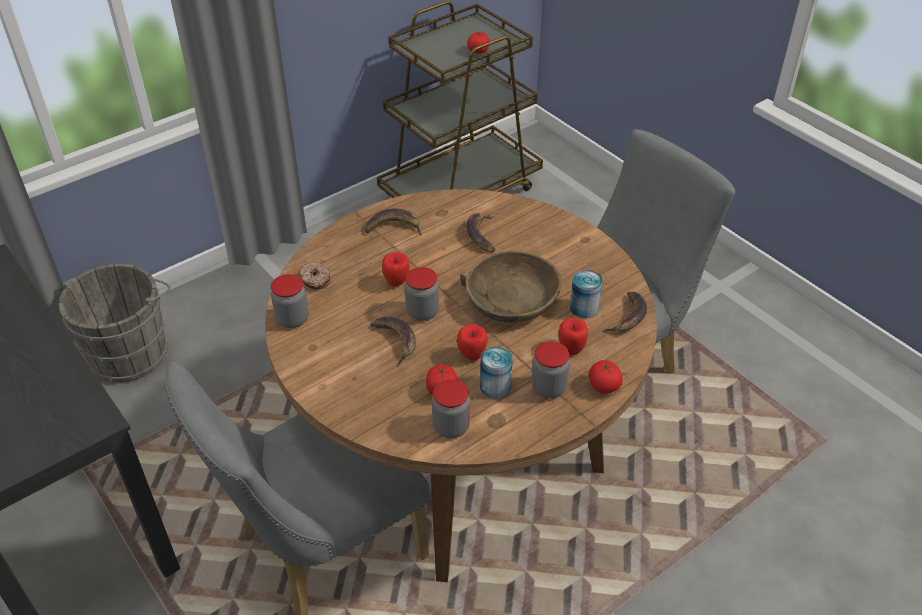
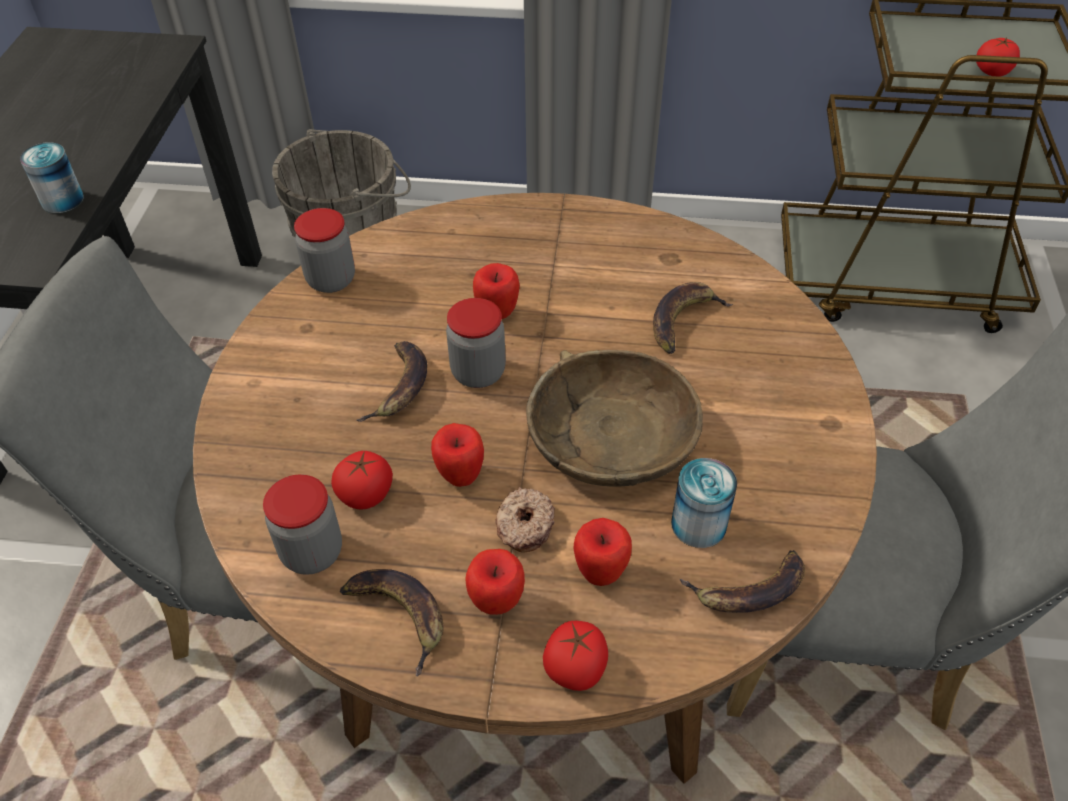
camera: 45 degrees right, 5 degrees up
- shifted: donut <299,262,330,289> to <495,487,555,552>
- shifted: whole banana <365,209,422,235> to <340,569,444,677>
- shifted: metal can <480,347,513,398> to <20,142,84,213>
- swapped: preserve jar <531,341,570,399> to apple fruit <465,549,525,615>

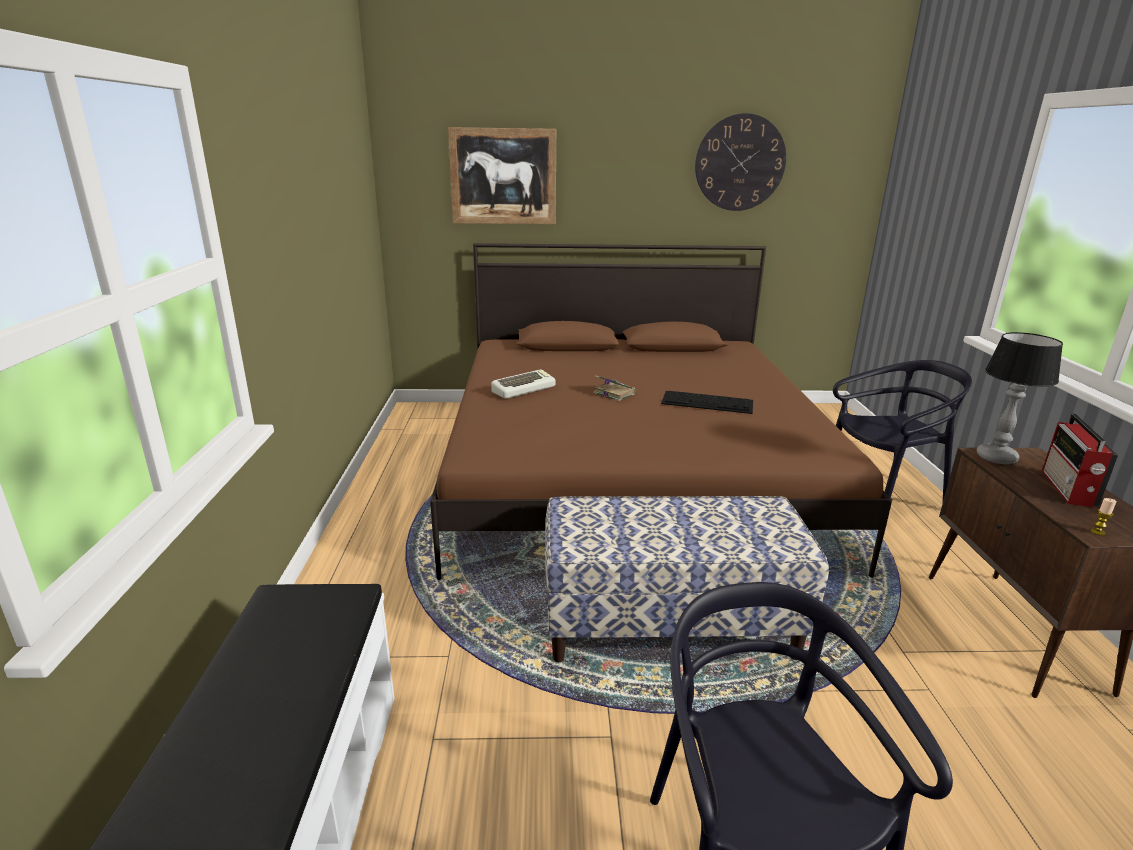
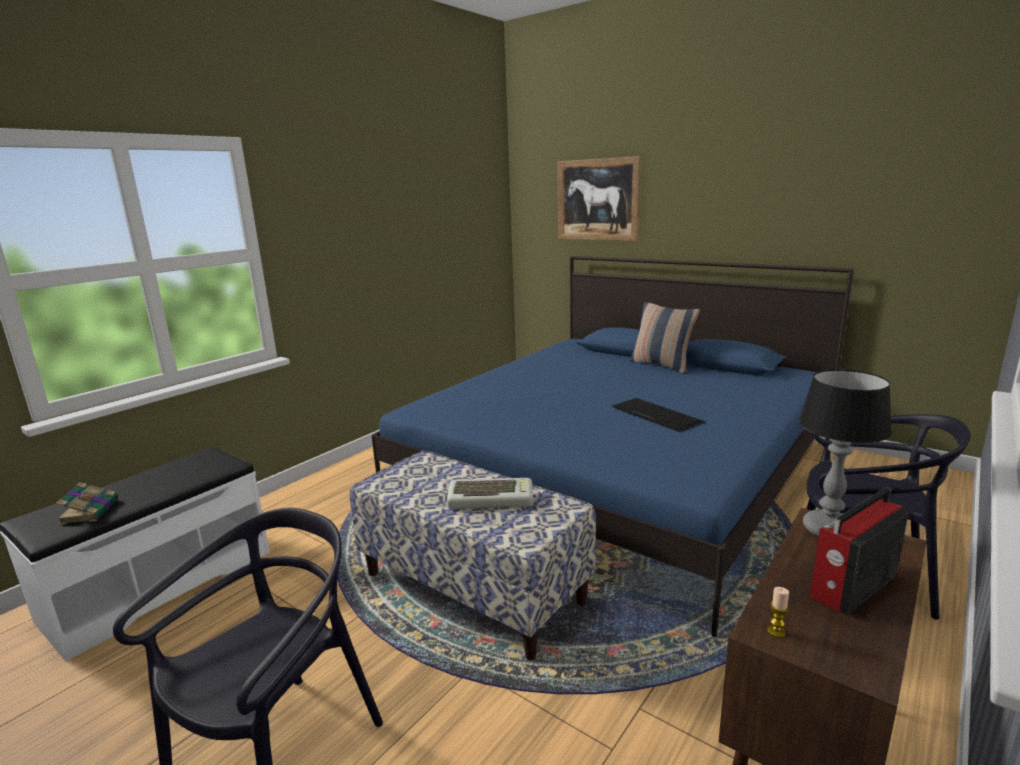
camera: 40 degrees right, 5 degrees down
- gone: hanging clock <695,113,786,211>
- new: throw pillow <630,302,700,373>
- shifted: PC keyboard <491,369,555,399> to <447,478,533,509>
- shifted: book <593,375,635,401> to <56,482,118,525>
- repainted: brown-coloured bedroom bed <430,243,892,580> to bluish bedroom bed <371,256,854,637>

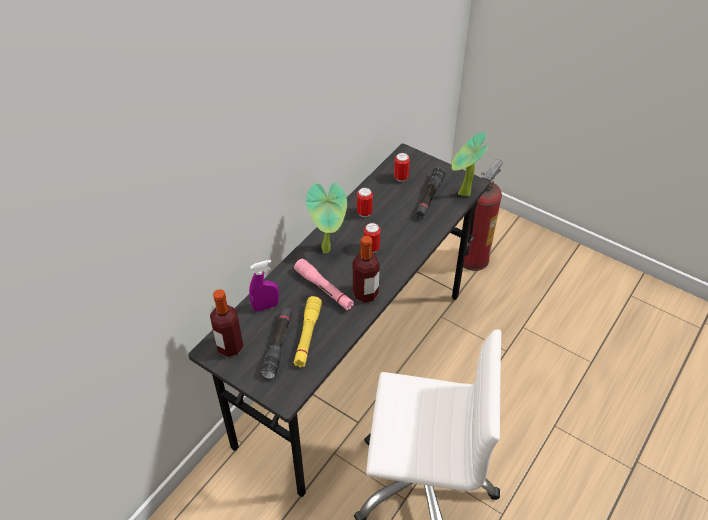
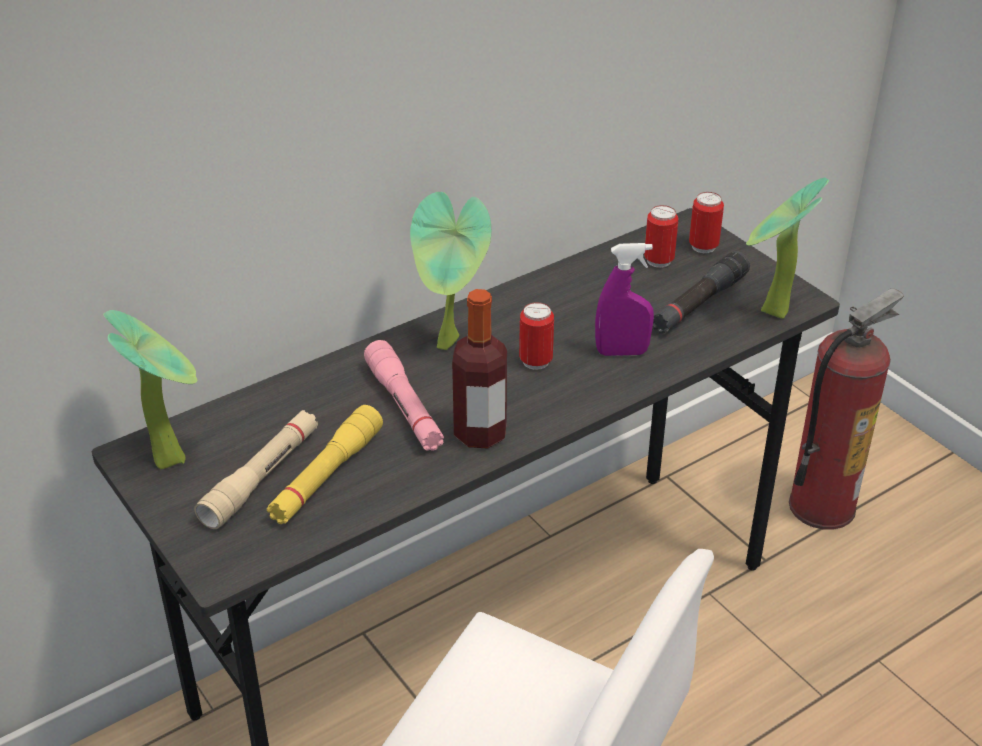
camera: 20 degrees right, 10 degrees down
- shifted: purple spray bottle <249,260,279,312> to <595,243,654,356>
- shifted: metal can <357,187,373,217> to <689,192,724,253>
- swapped: beverage bottle <210,289,244,357> to plant in a pot <103,310,197,469>
- repainted: black-coloured torch <260,307,292,379> to beige torch <194,410,318,529>

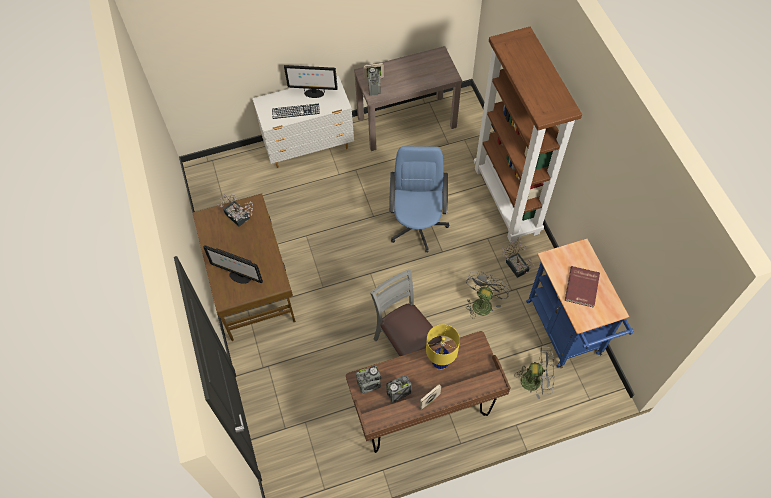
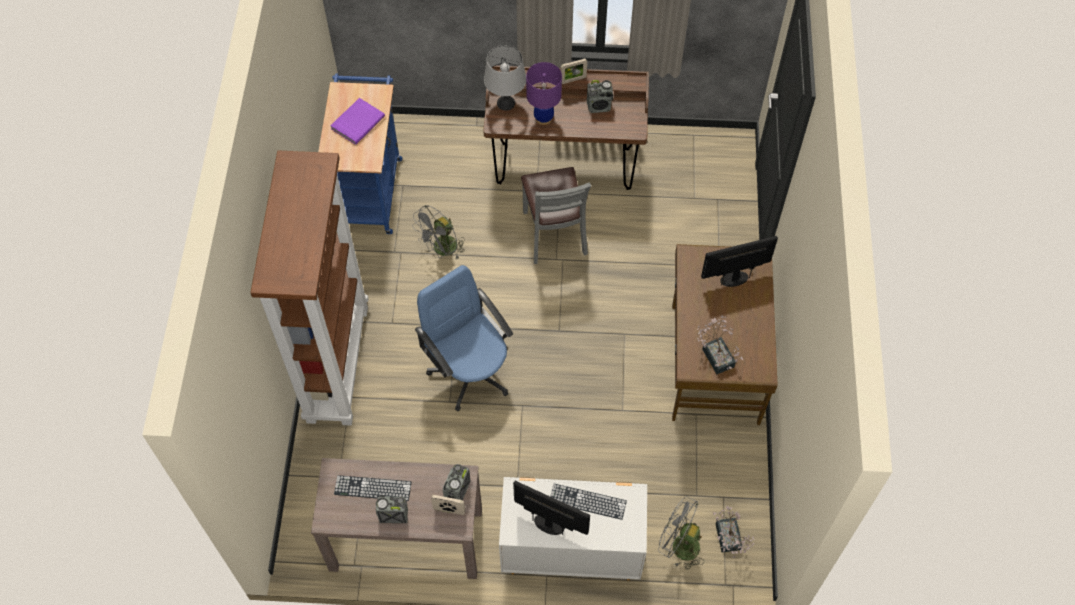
camera: 160 degrees left, 0 degrees up
- new: PC keyboard <334,475,411,501>
- new: greyish lamp for a table <484,45,526,111>
- shifted: radio <356,366,381,394> to <376,495,408,523>
- shifted: plant in a pot <502,238,535,278> to <713,506,755,558>
- shifted: greyish cooling fan <514,346,554,399> to <658,496,704,570>
- repainted: yellow lamp for a table <426,324,460,370> to purple lamp for a table <526,62,562,125>
- repainted: red book <565,266,600,308> to purple book <330,98,385,145>
- rotated: computer screen <203,245,263,284> = <701,236,778,287> 60 degrees counterclockwise
- rotated: bluish desk chair <389,146,449,252> = <415,265,513,411> 120 degrees clockwise

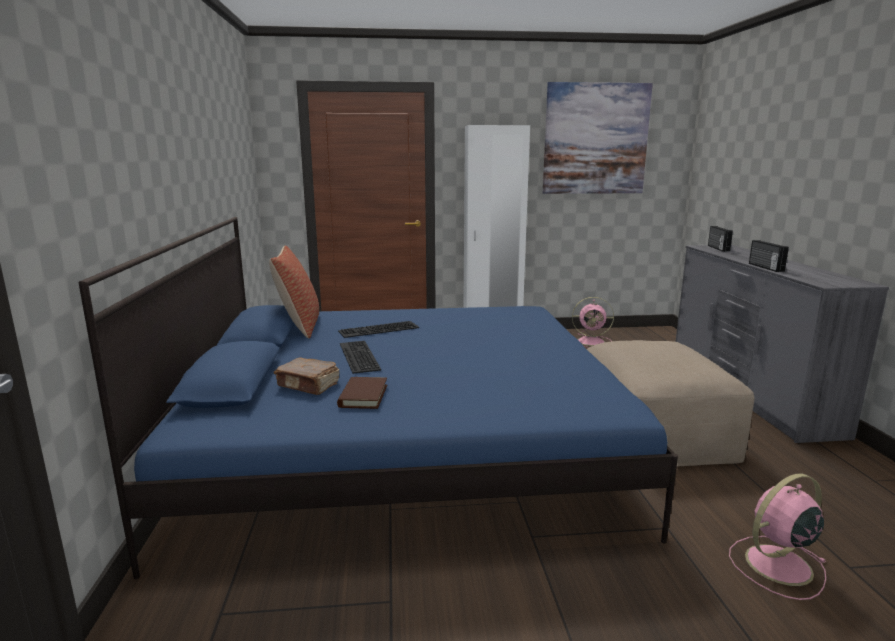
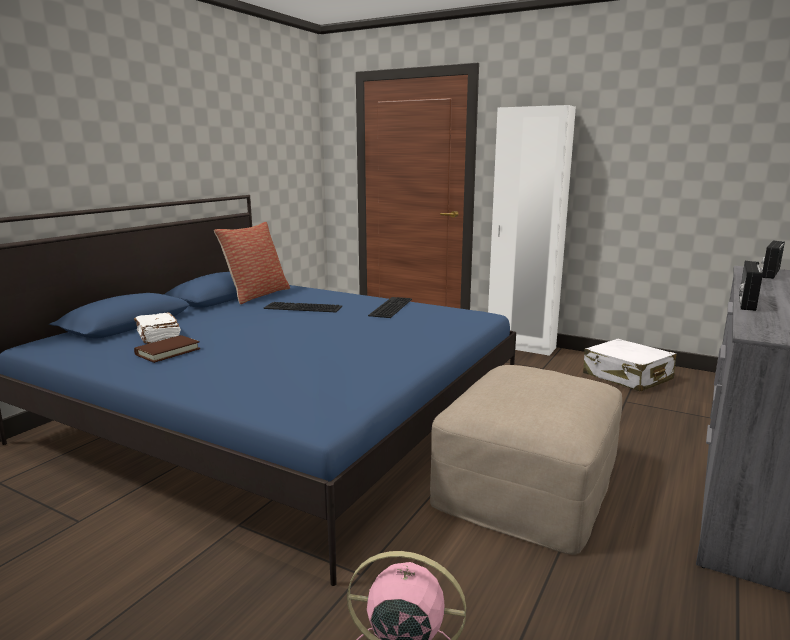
camera: 35 degrees right, 0 degrees up
- gone: wall art <543,82,653,194>
- shifted: PC keyboard <340,341,381,374> to <368,297,412,318>
- swapped: pink cooling fan <572,297,614,347> to white-coloured travel case <583,339,676,391>
- repainted: brown-coloured book <274,358,340,395> to white-coloured book <134,312,181,344>

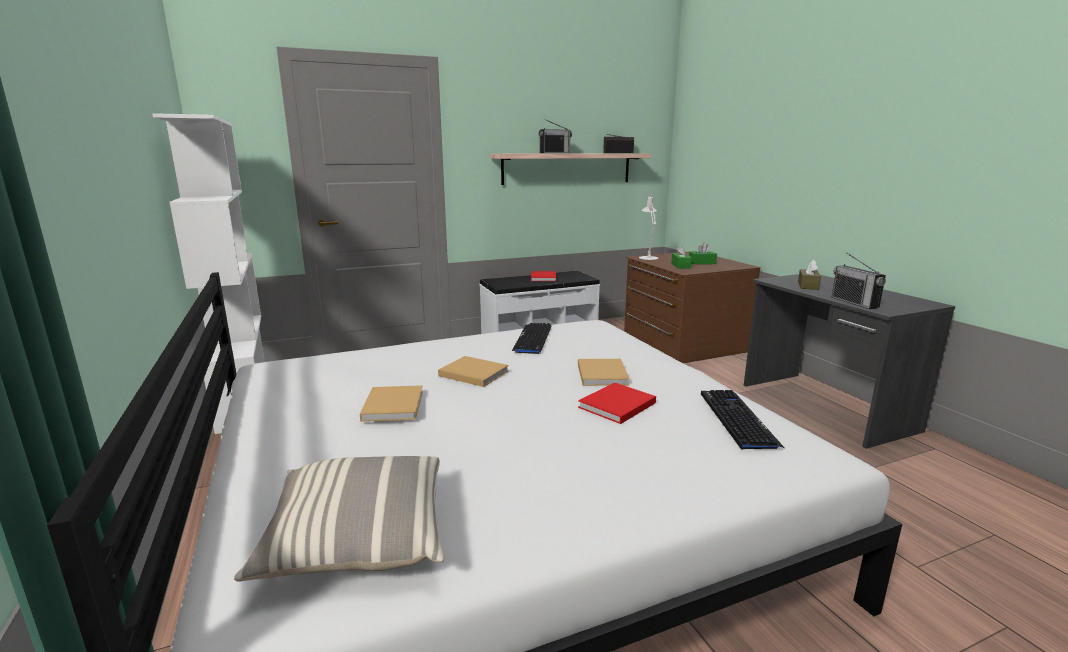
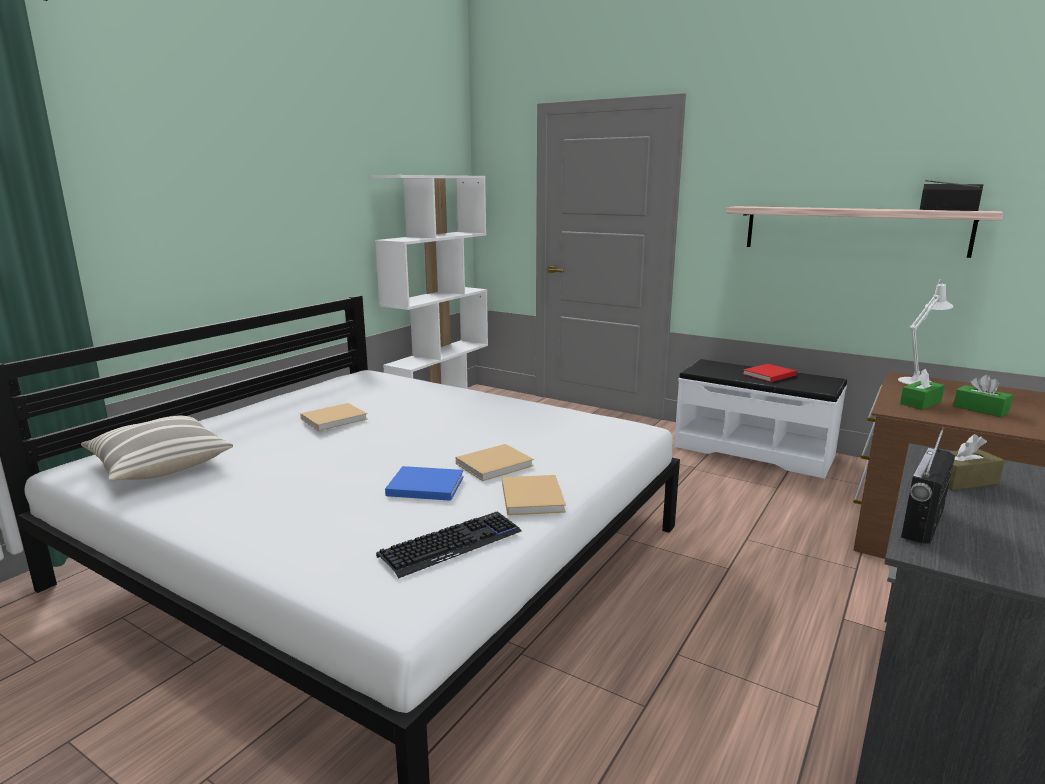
camera: 55 degrees right, 0 degrees up
- gone: PC keyboard <512,323,551,354>
- gone: radio <539,119,572,153>
- shifted: beige book <438,356,509,387> to <502,475,566,515>
- repainted: red book <578,382,656,424> to bluish book <385,466,464,501>

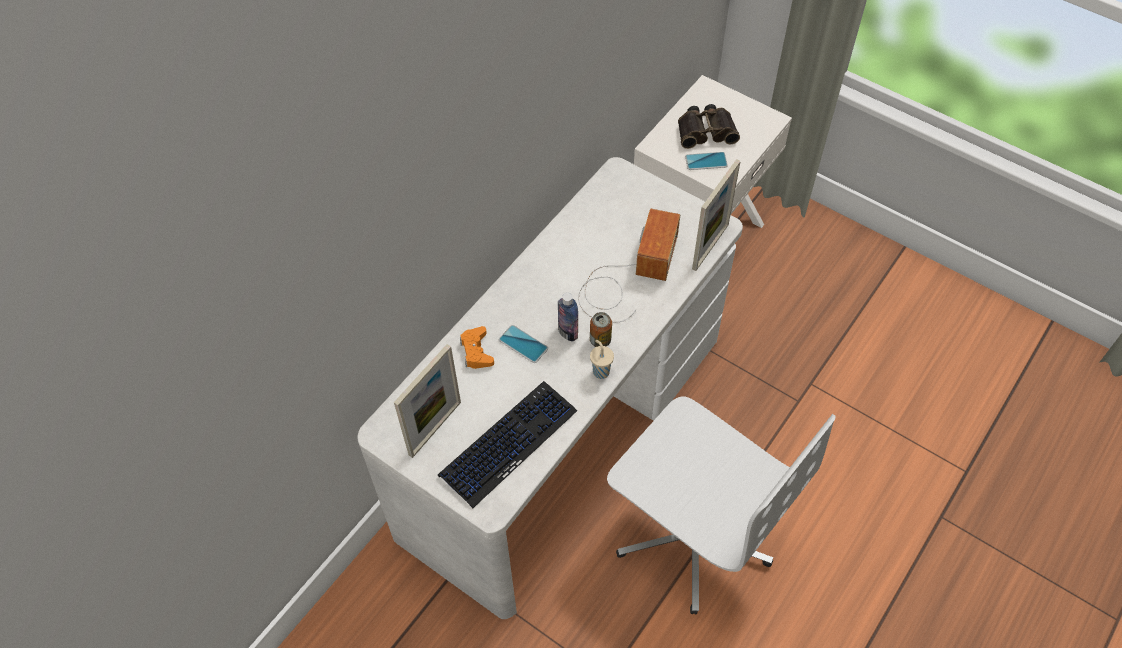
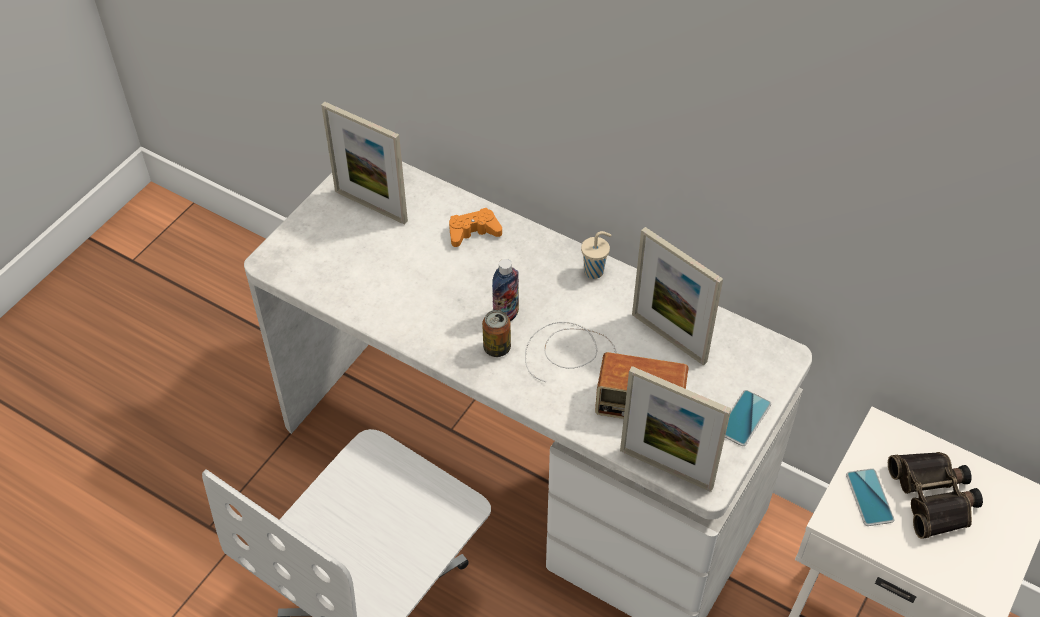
camera: 85 degrees right, 5 degrees down
- gone: PC keyboard <438,381,577,508>
- new: photo frame <632,227,723,366>
- shifted: phone <499,325,548,363> to <725,390,771,446>
- shifted: beige drinking cup <590,340,614,379> to <581,231,611,279>

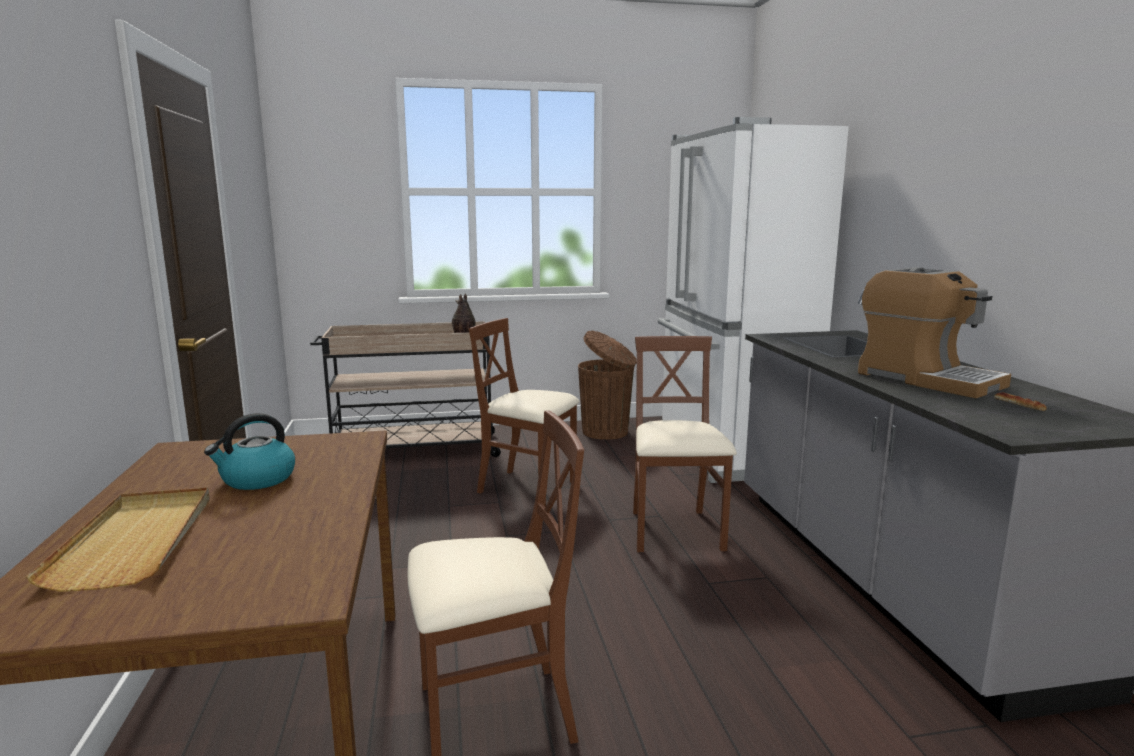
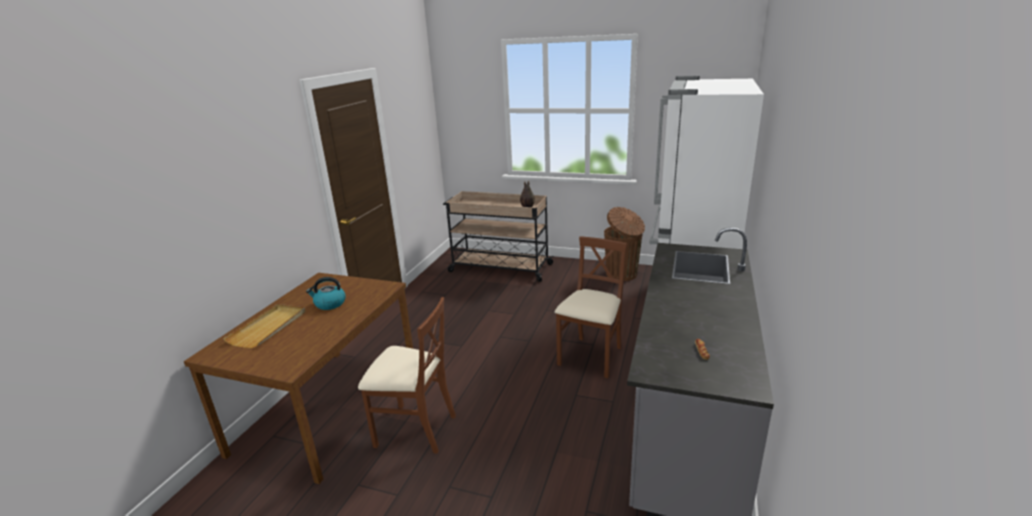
camera: 30 degrees right, 10 degrees up
- gone: brown-coloured plain chair <469,318,580,507>
- gone: coffee machine <858,267,1011,398>

